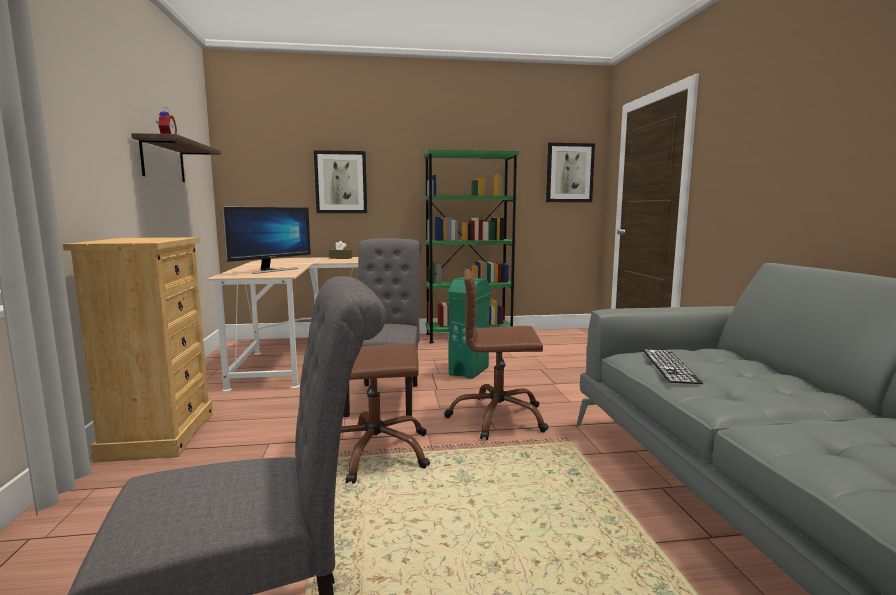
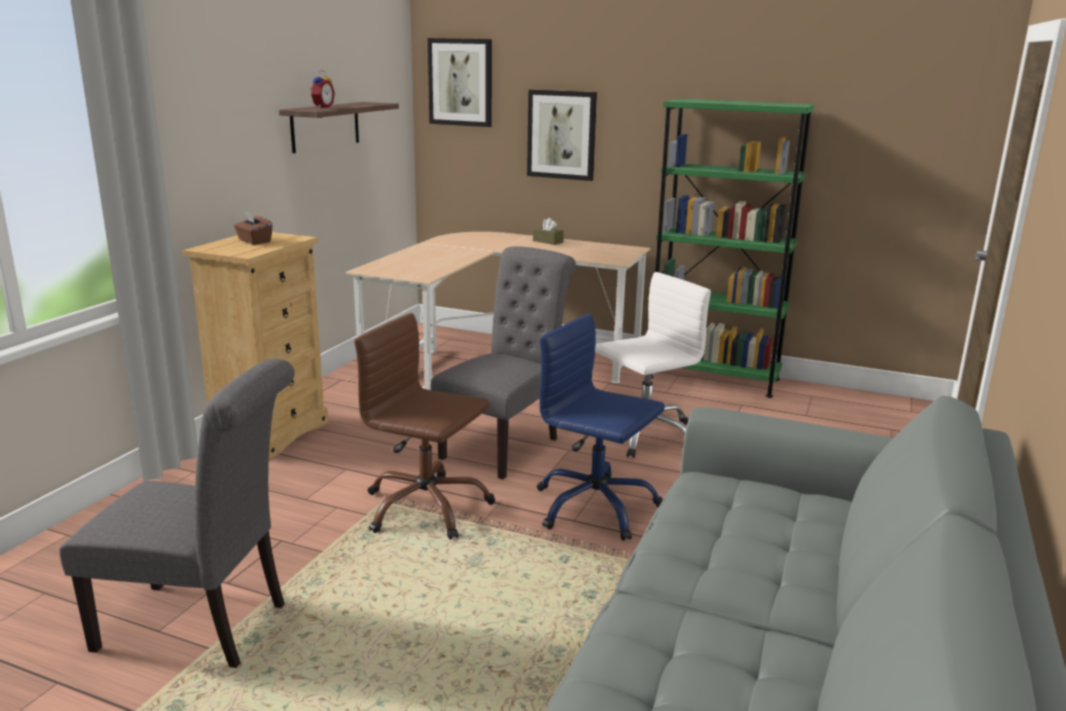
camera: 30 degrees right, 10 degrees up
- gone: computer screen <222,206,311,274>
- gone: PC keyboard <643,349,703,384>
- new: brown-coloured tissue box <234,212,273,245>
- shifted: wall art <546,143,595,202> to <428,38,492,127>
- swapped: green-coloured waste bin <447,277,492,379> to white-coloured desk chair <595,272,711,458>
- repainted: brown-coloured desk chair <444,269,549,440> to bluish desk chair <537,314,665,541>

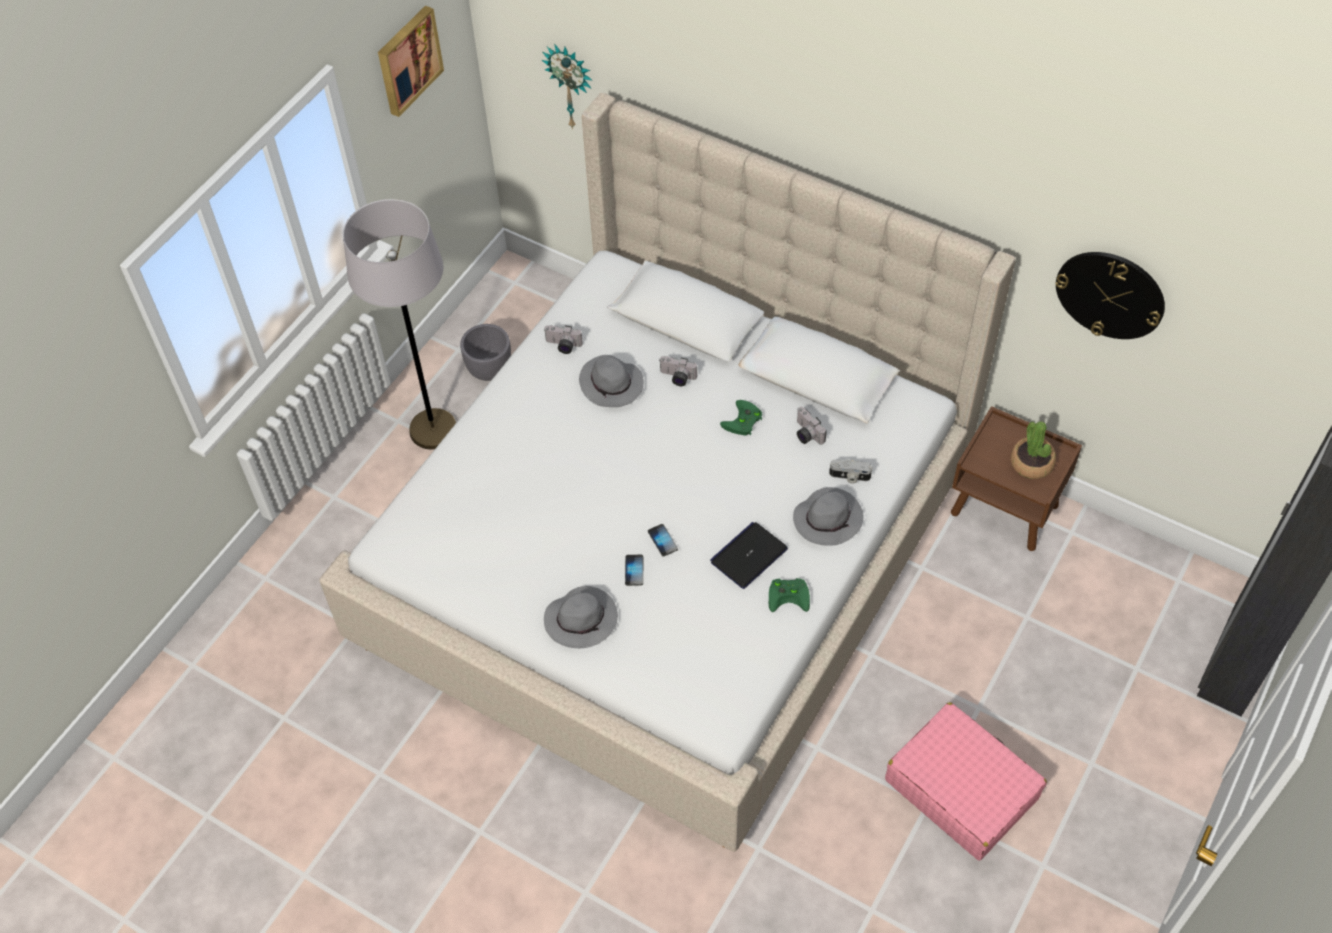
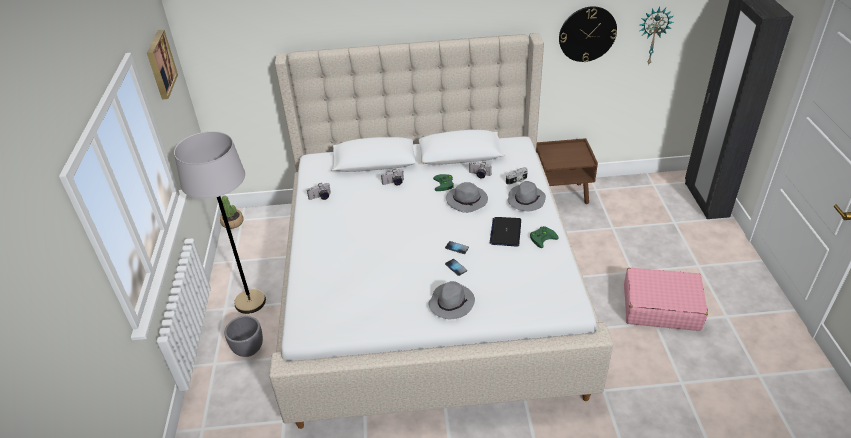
camera: 35 degrees left, 15 degrees down
- shifted: greyish flower pot <460,324,511,381> to <224,316,263,357>
- shifted: hanging clock <542,44,593,129> to <640,7,674,66>
- shifted: greyish wearable hat <579,355,644,407> to <446,182,488,213>
- shifted: plant in a pot <1011,421,1056,479> to <220,196,244,229>

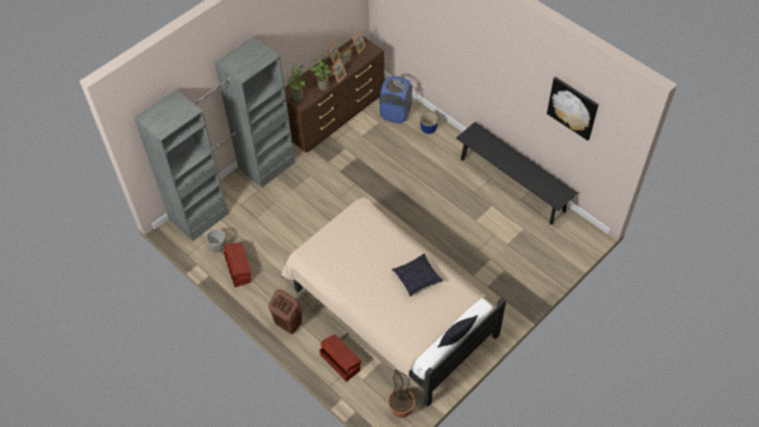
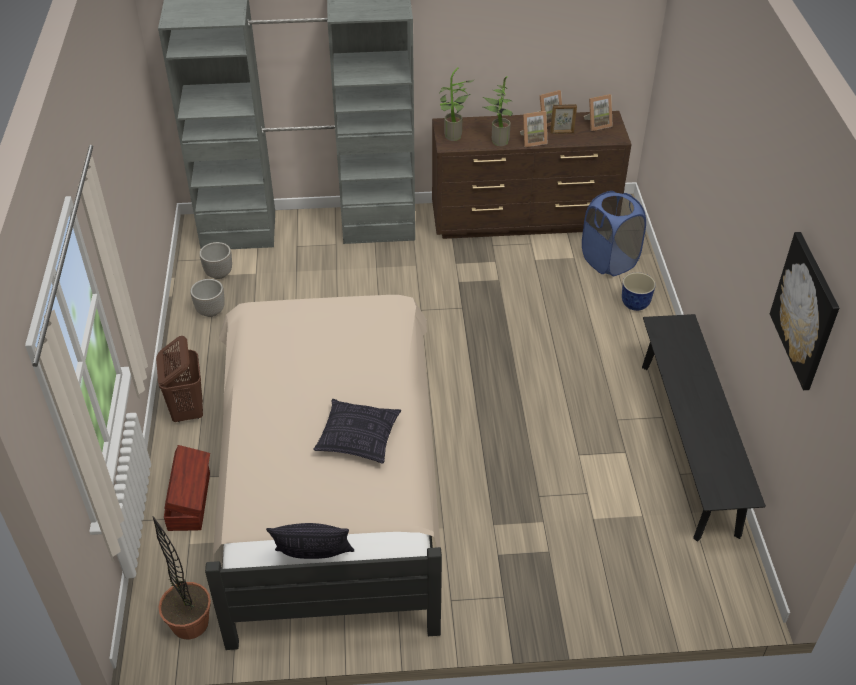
camera: 40 degrees right, 10 degrees down
- swapped: brown-coloured storage box <224,243,252,287> to flower pot <190,279,225,317>

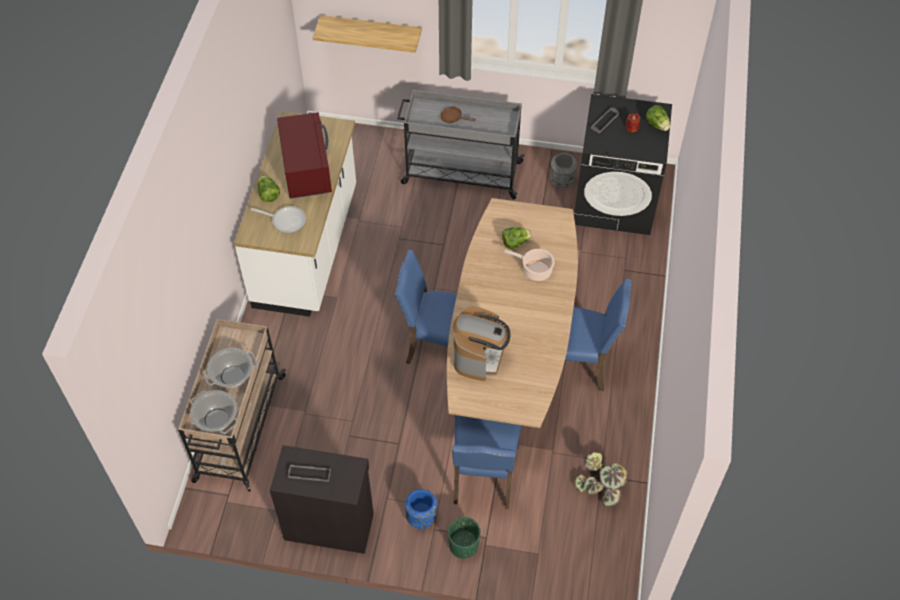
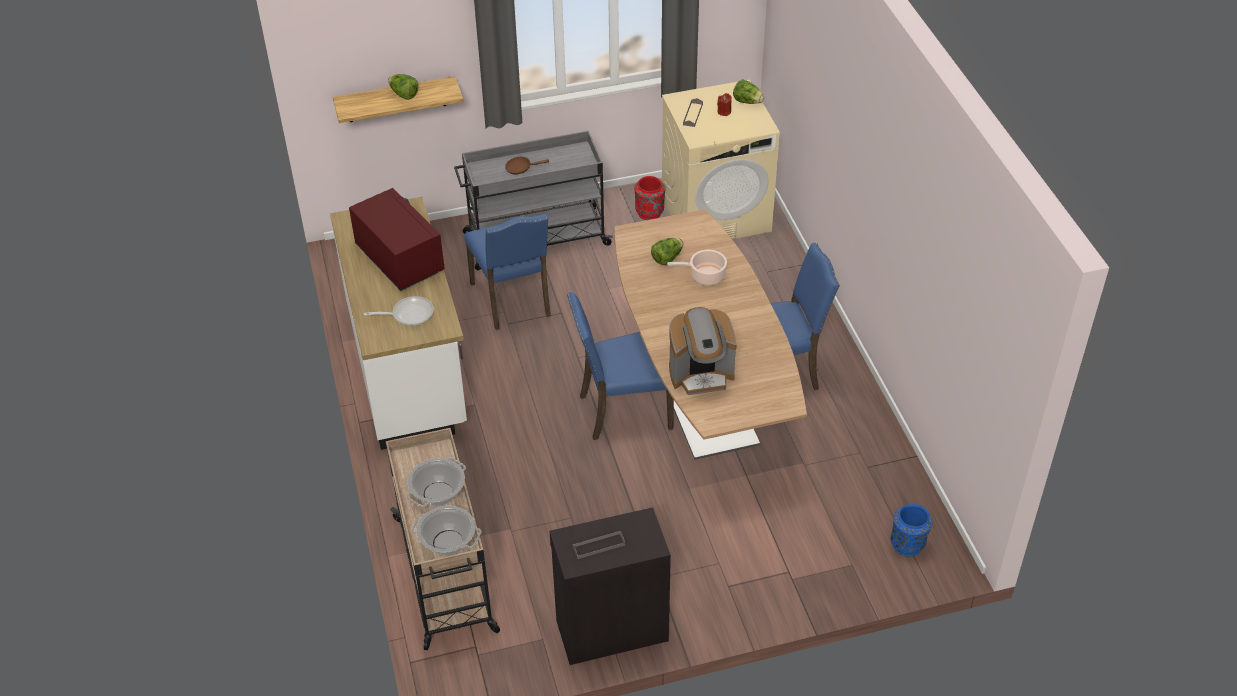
camera: 25 degrees left, 10 degrees down
- gone: green-coloured flower pot <448,517,481,558>
- gone: plant in a pot <575,452,628,507>
- shifted: lettuce <258,176,280,202> to <388,74,418,100>
- shifted: bluish vase <405,489,437,529> to <890,504,932,557>
- shifted: bluish plain chair <452,415,521,509> to <465,214,551,330>
- repainted: greyish vase <550,153,577,189> to red vase <634,176,665,220>
- repainted: black-coloured washing machine <574,94,672,235> to beige washing machine <662,80,780,239>
- rotated: coffee machine <453,306,511,381> = <669,307,737,395> 90 degrees clockwise

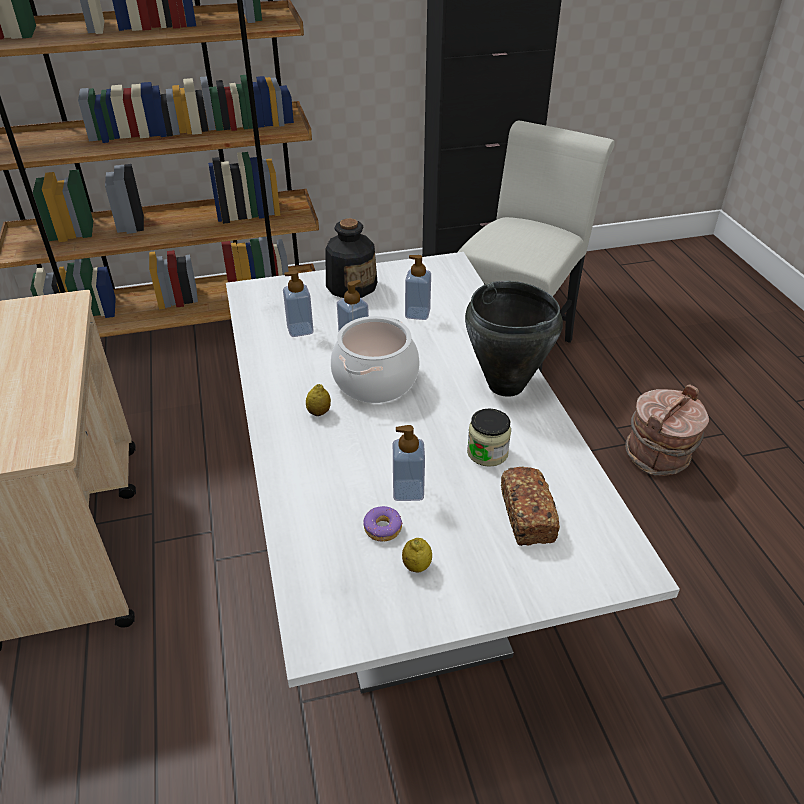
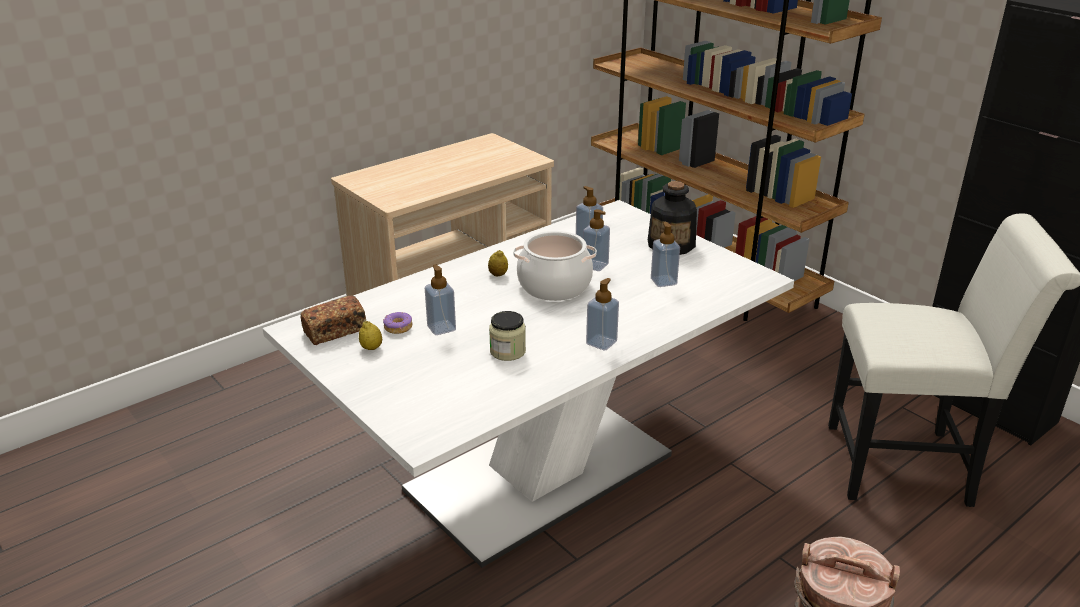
camera: 65 degrees right, 10 degrees down
- shifted: baked bread <501,467,560,546> to <301,296,366,345>
- swapped: black-coloured cooking pot <465,281,563,397> to liquid soap bottle <586,278,619,351>

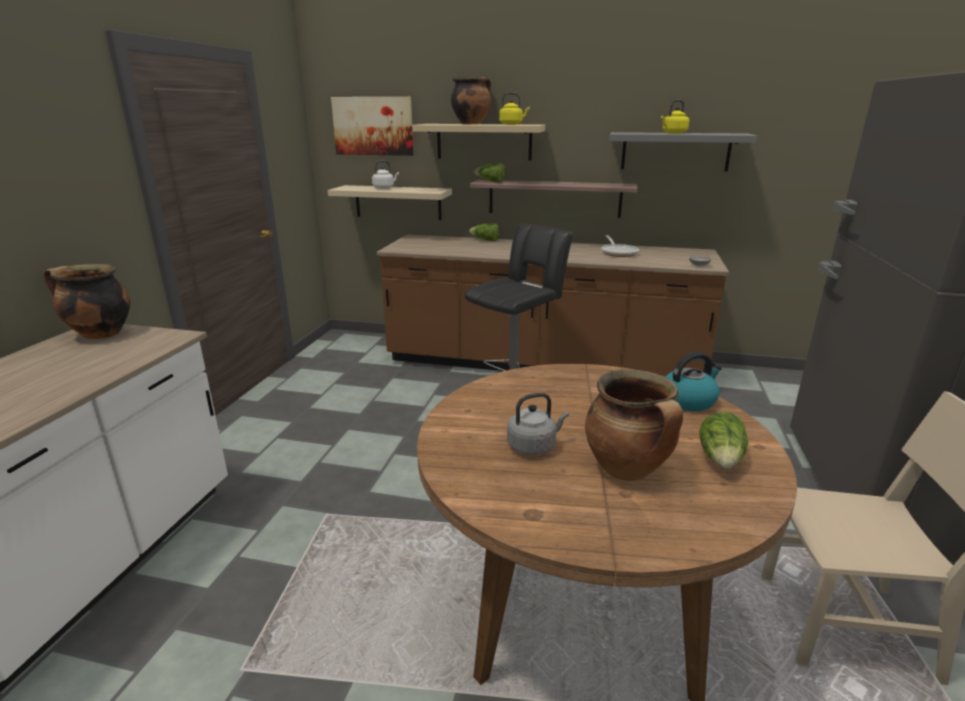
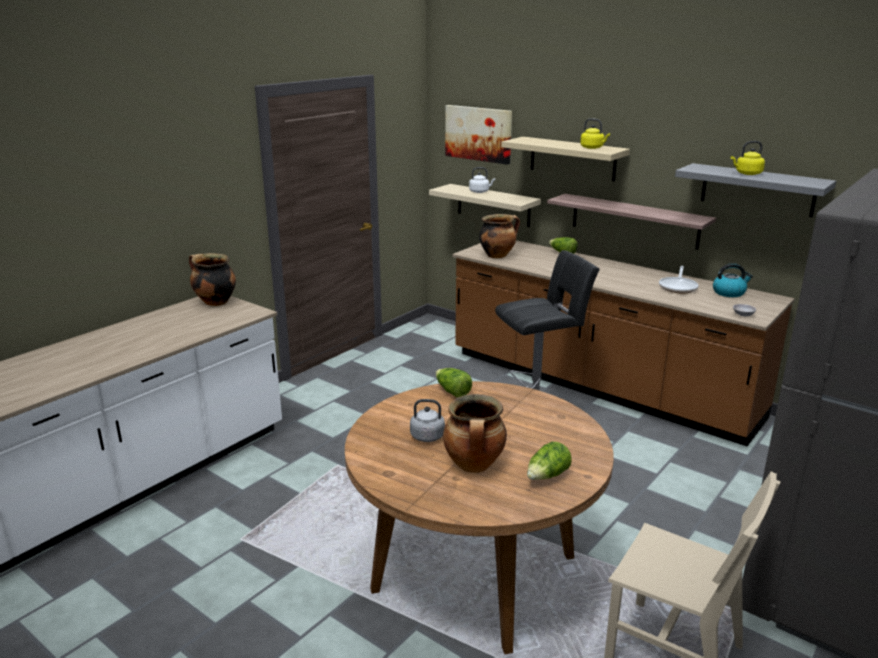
camera: 25 degrees right, 0 degrees up
- shifted: cooking pot <451,77,491,124> to <479,214,520,258>
- shifted: lettuce <474,163,505,182> to <435,368,472,398>
- shifted: kettle <665,352,722,411> to <713,263,753,297>

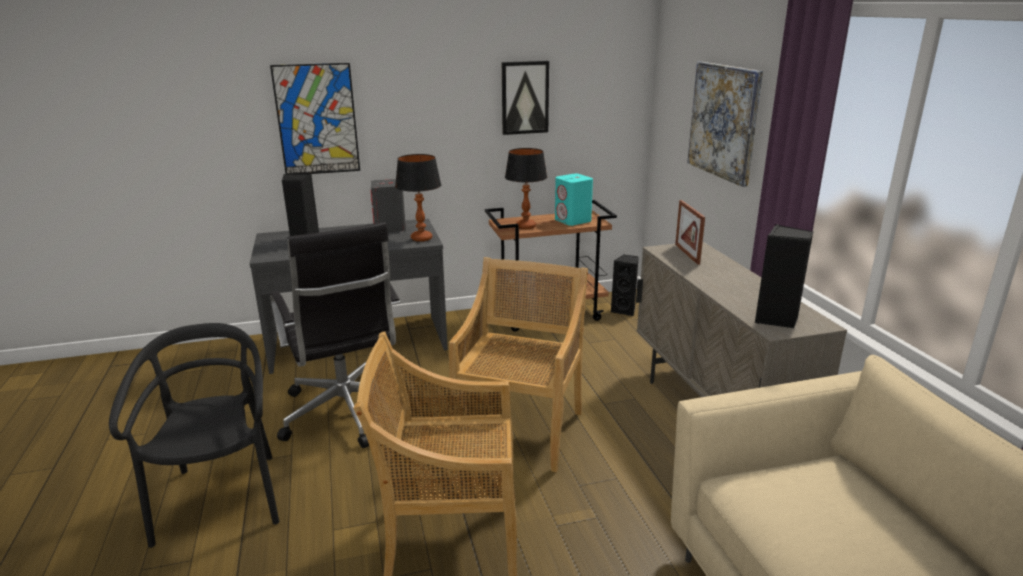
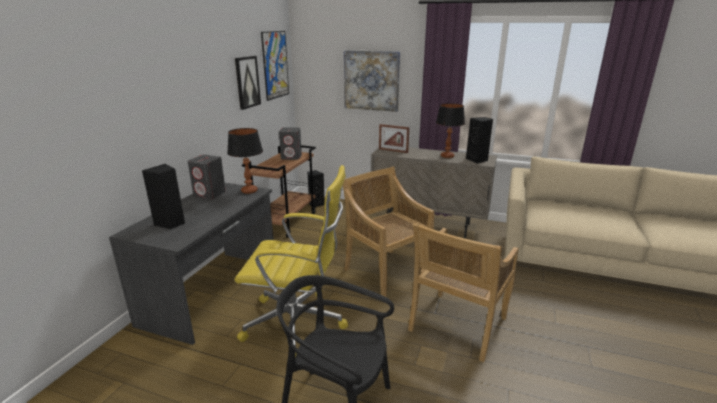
camera: 55 degrees left, 0 degrees up
- shifted: wall art <270,63,360,174> to <261,31,289,101>
- shifted: lamp for a table <505,148,547,229> to <436,103,465,158>
- repainted: black-coloured desk chair <270,222,400,448> to yellow desk chair <235,165,348,358>
- repainted: turquoise-coloured audio speaker <555,174,593,226> to greyish audio speaker <279,127,302,160>

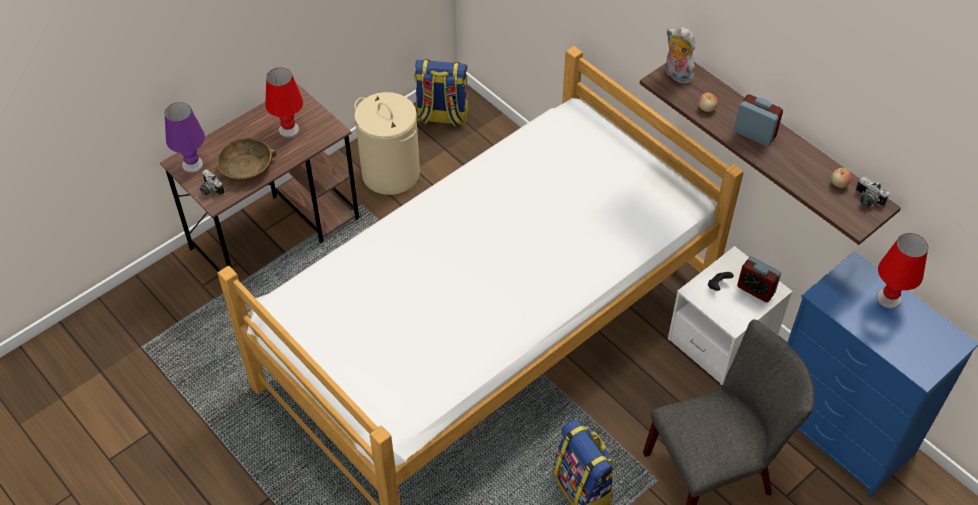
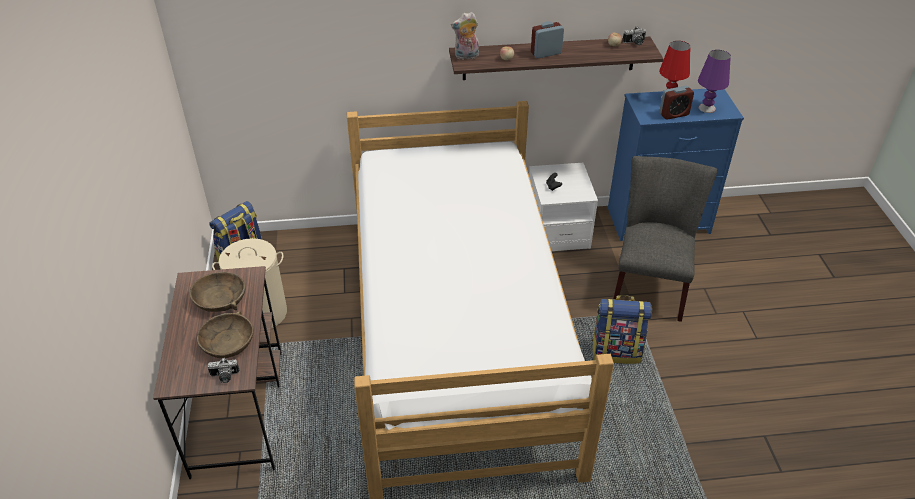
camera: 55 degrees left, 10 degrees down
- shifted: purple lamp for a table <165,102,205,173> to <698,50,731,113>
- shifted: alarm clock <737,256,781,302> to <659,86,694,120>
- swapped: red lamp for a table <265,68,303,137> to brown-coloured serving bowl <190,272,246,312>

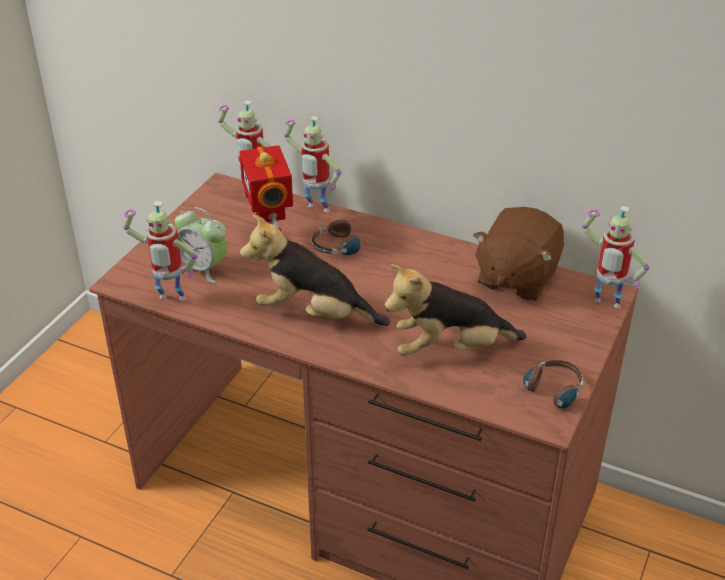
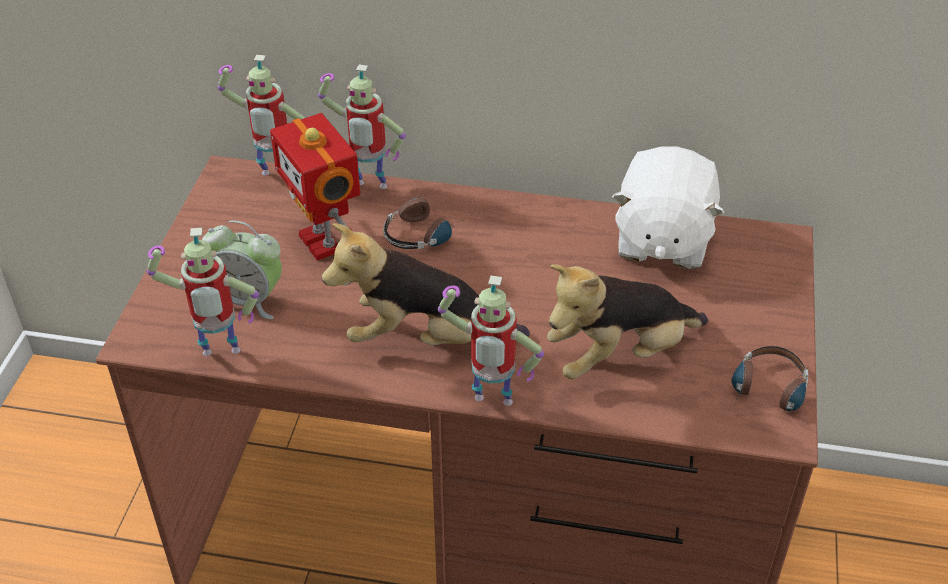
camera: 15 degrees left, 5 degrees up
- shifted: robot figure <582,206,650,308> to <438,276,544,406>
- repainted: brown-coloured cuddly toy <473,207,564,301> to white-coloured cuddly toy <612,146,724,269>

